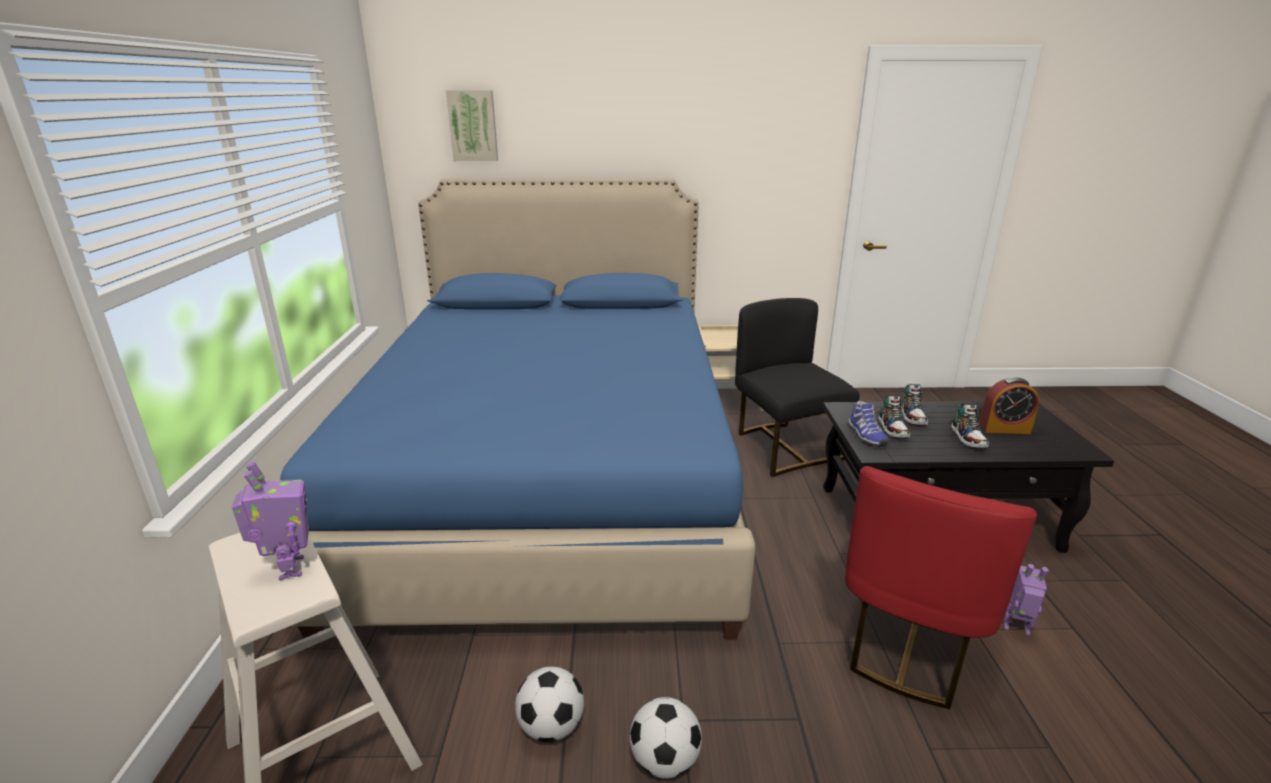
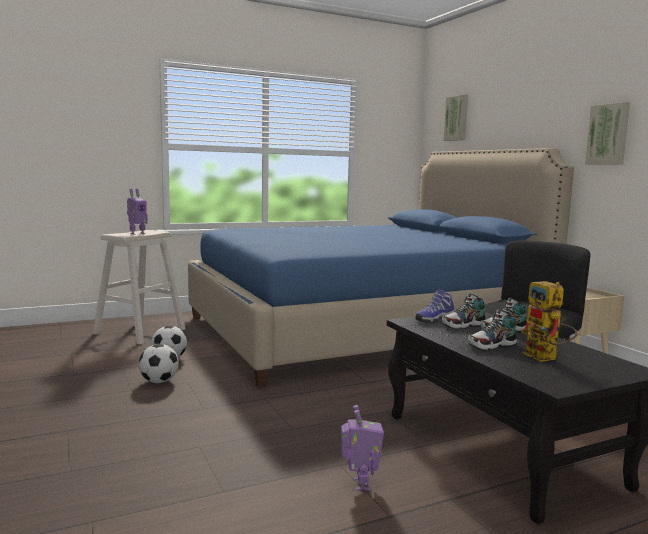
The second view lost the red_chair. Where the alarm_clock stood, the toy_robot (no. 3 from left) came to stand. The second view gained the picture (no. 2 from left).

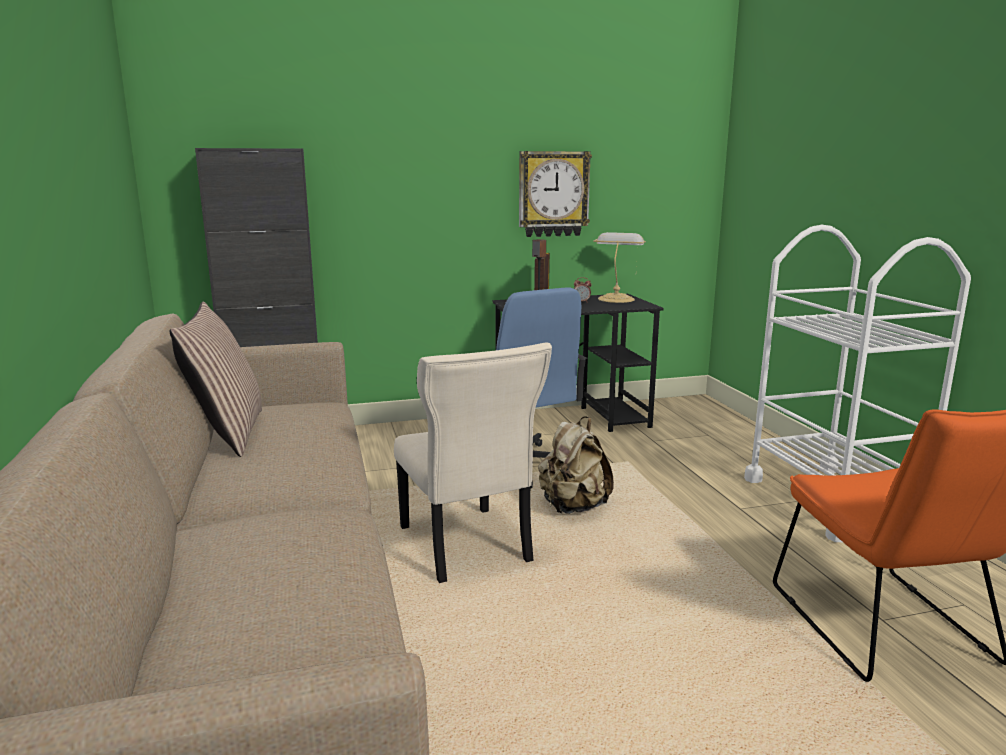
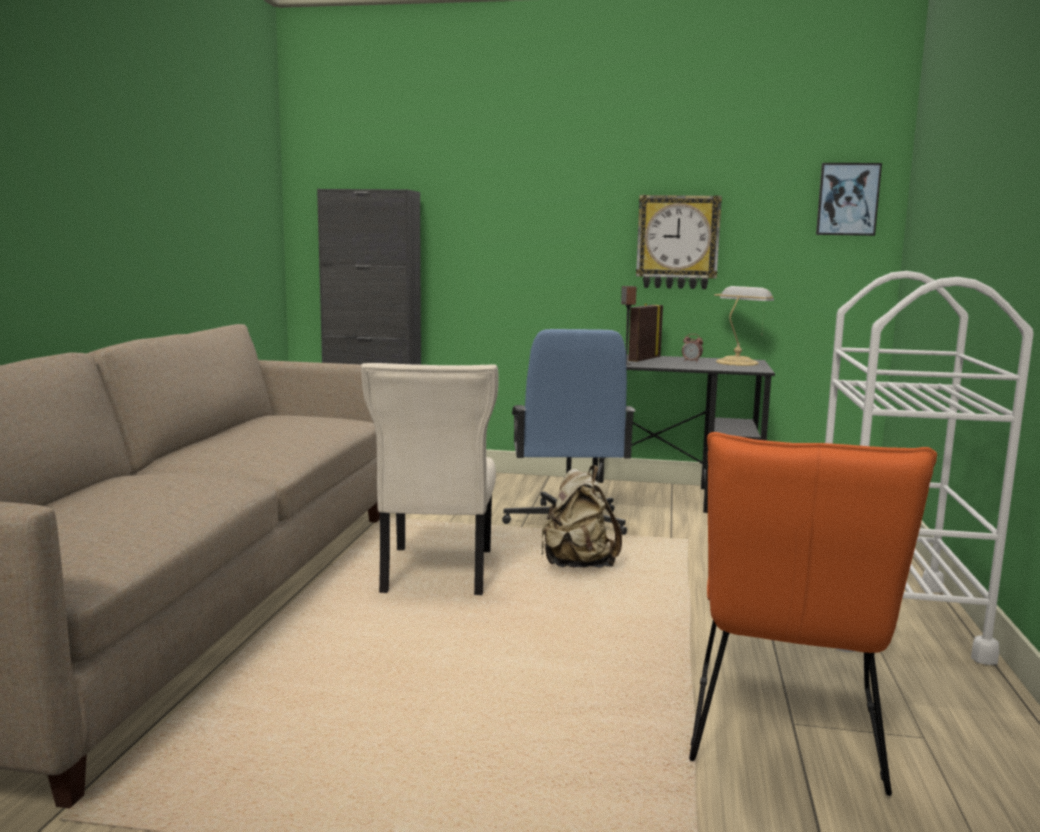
The second view lost the pillow. The second view gained the picture.

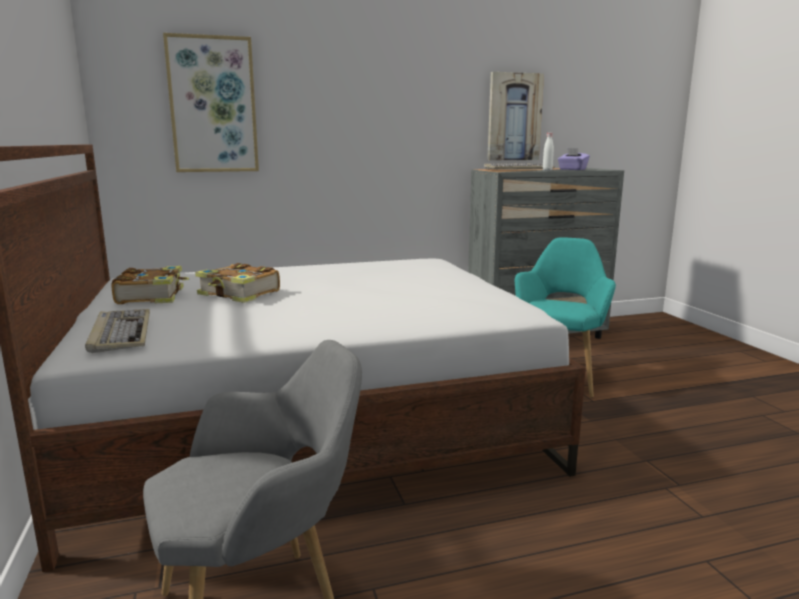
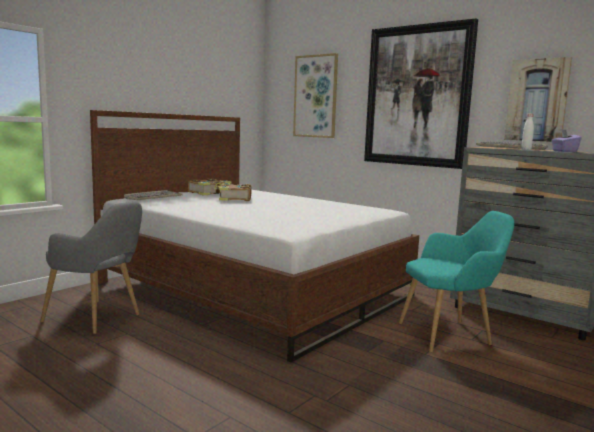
The second view gained the picture (no. 2 from left).

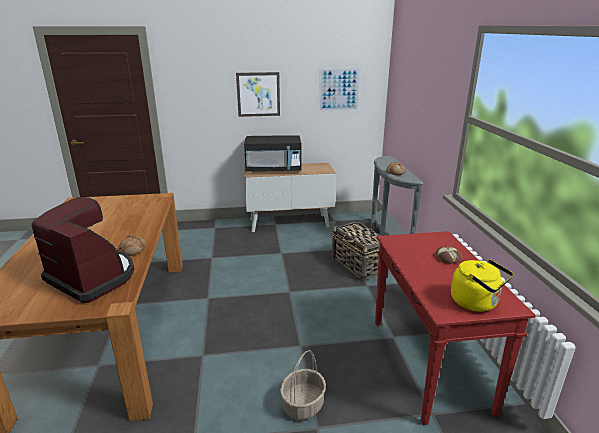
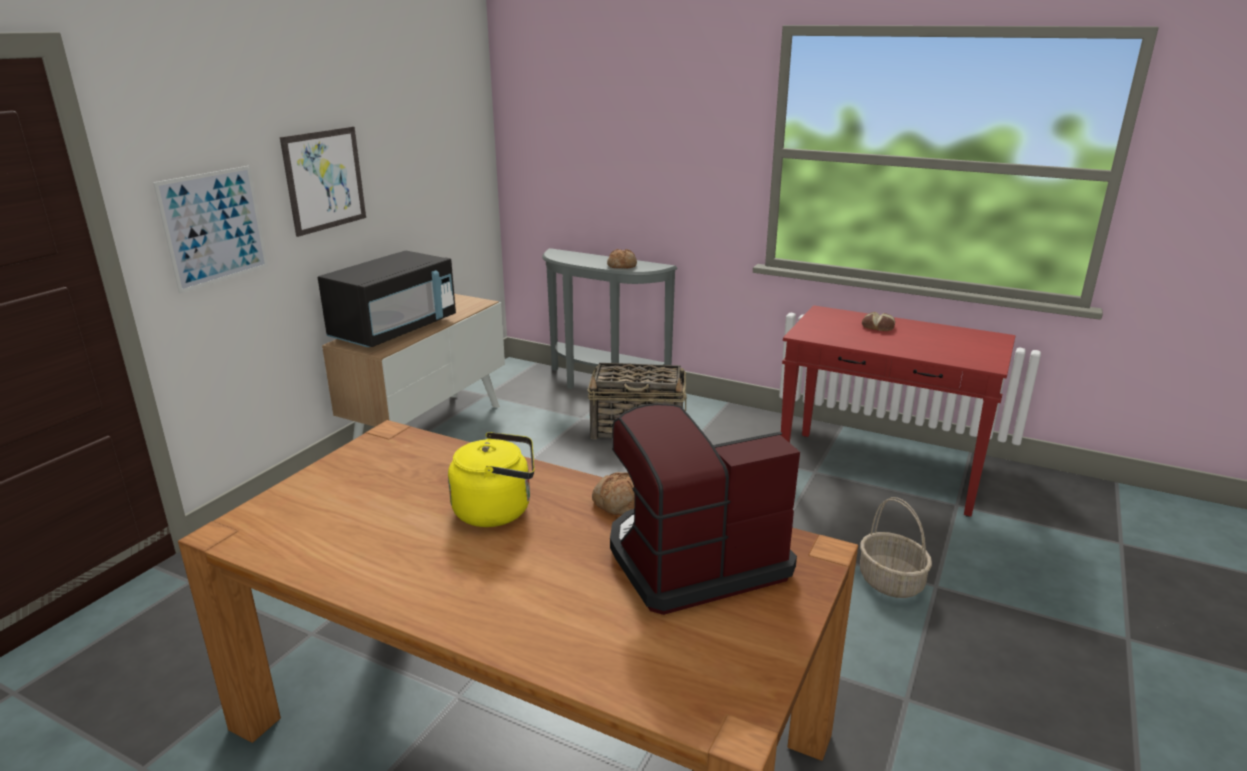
The picture (no. 2 from left in the first image) ended up elsewhere. The yellow_kettle ended up elsewhere.

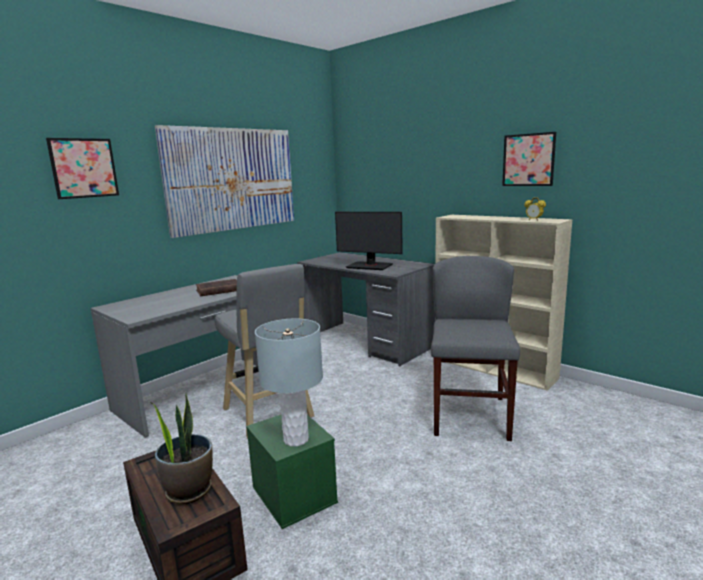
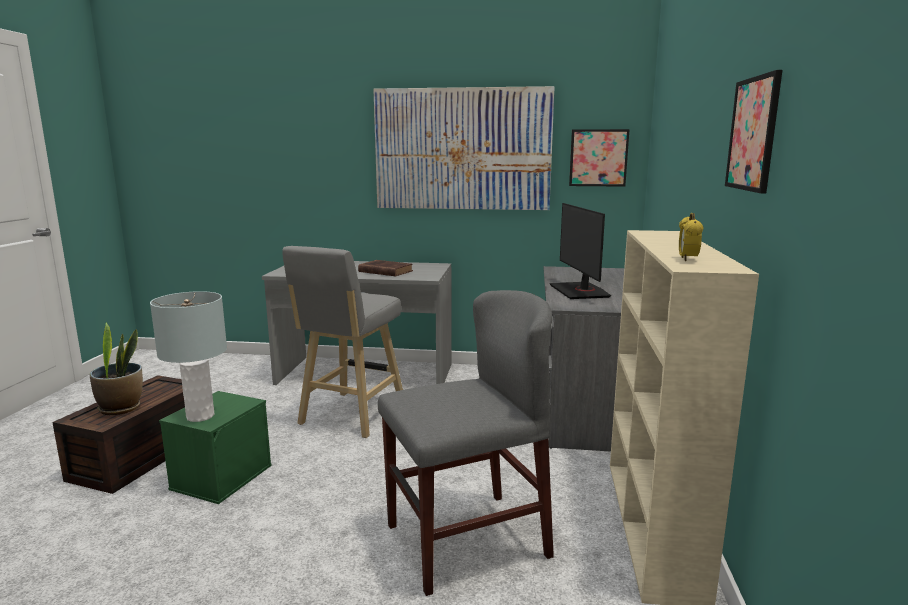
The picture (no. 1 from left in the first image) ended up elsewhere.

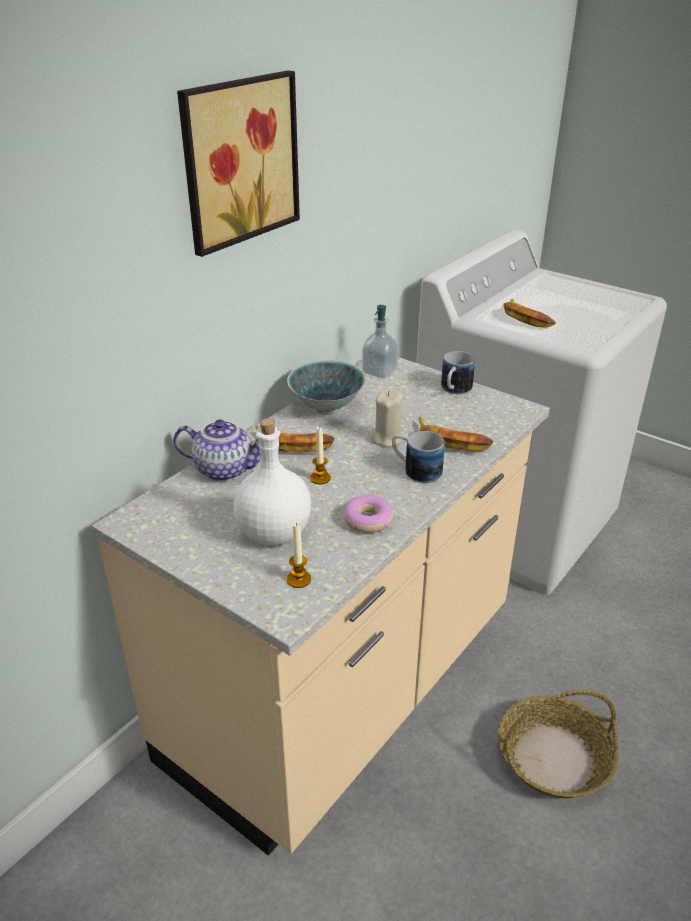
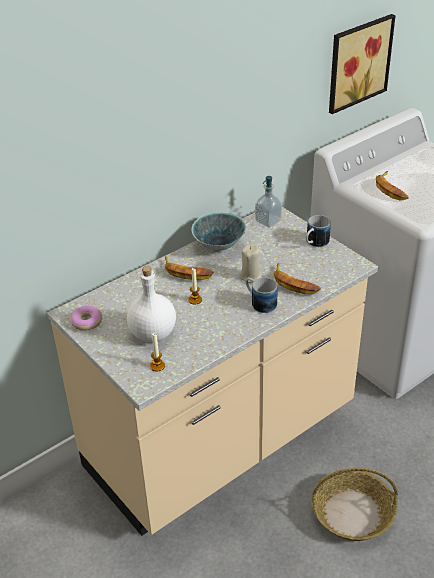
The second view lost the teapot. The picture ended up elsewhere. The donut ended up elsewhere.

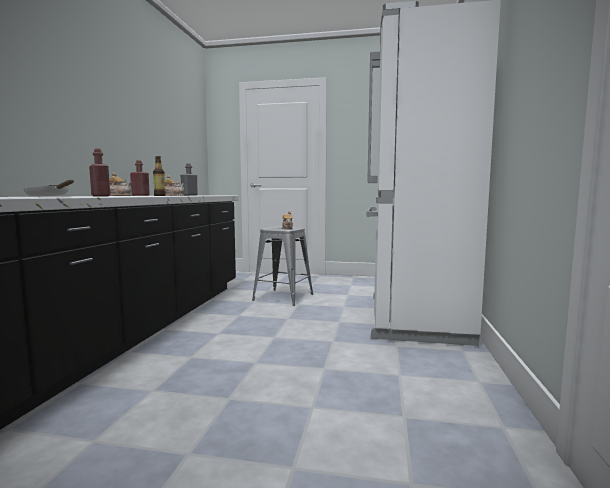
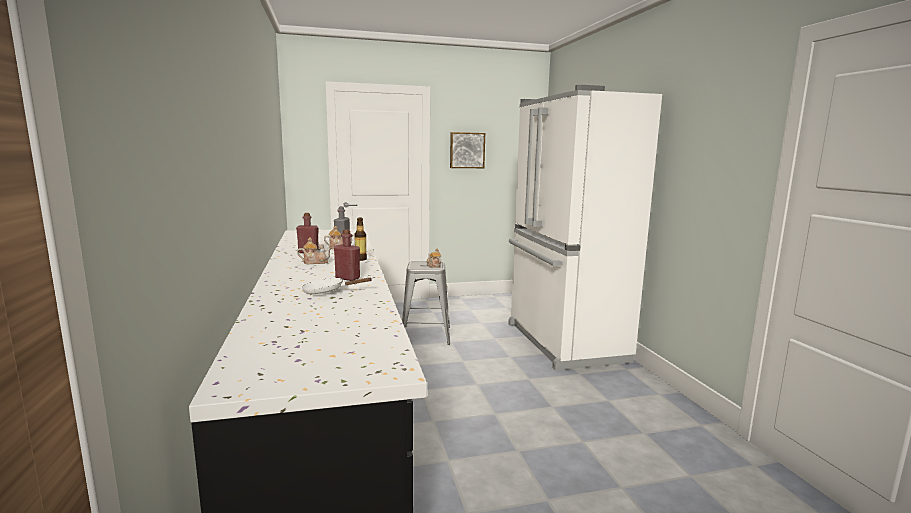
The second view gained the picture.

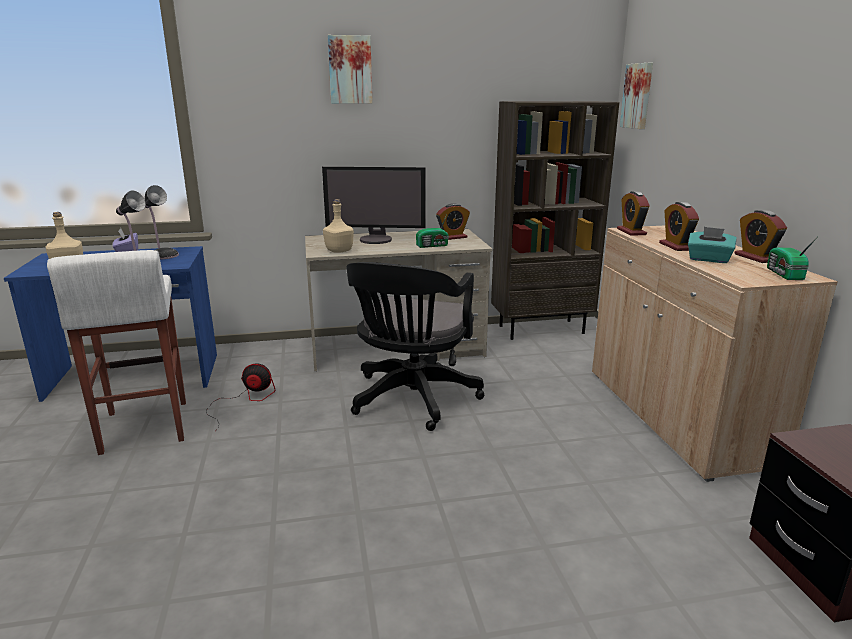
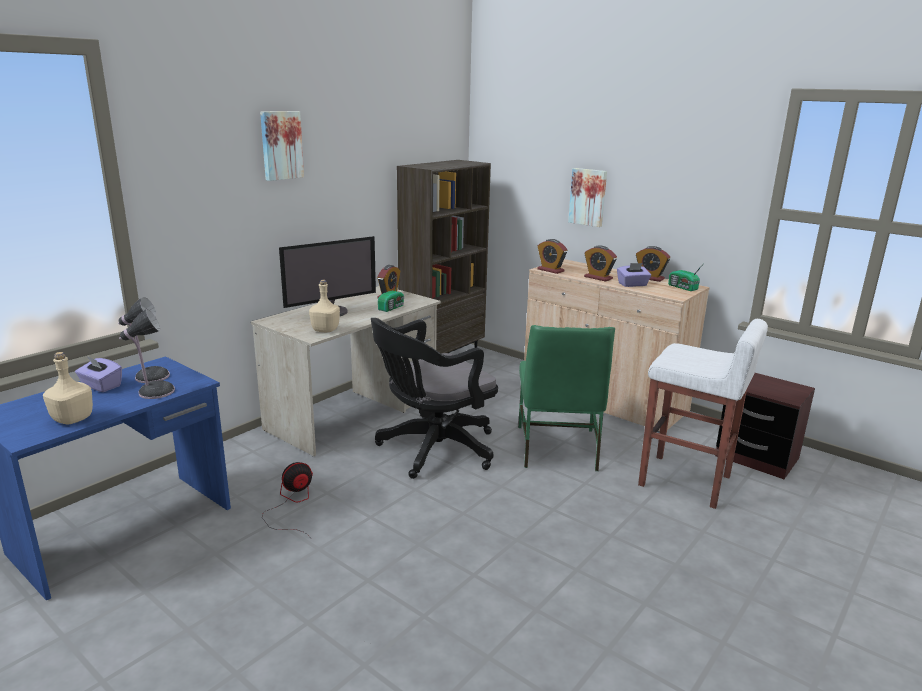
The white_stool ended up elsewhere. The black_office_chair ended up facing another way, 75 degrees clockwise from before. The picture (no. 2 from left) ended up elsewhere. What was the turquoise_tissue_box turned into the purple_tissue_box (no. 2 from left). The second view gained the green_chair.

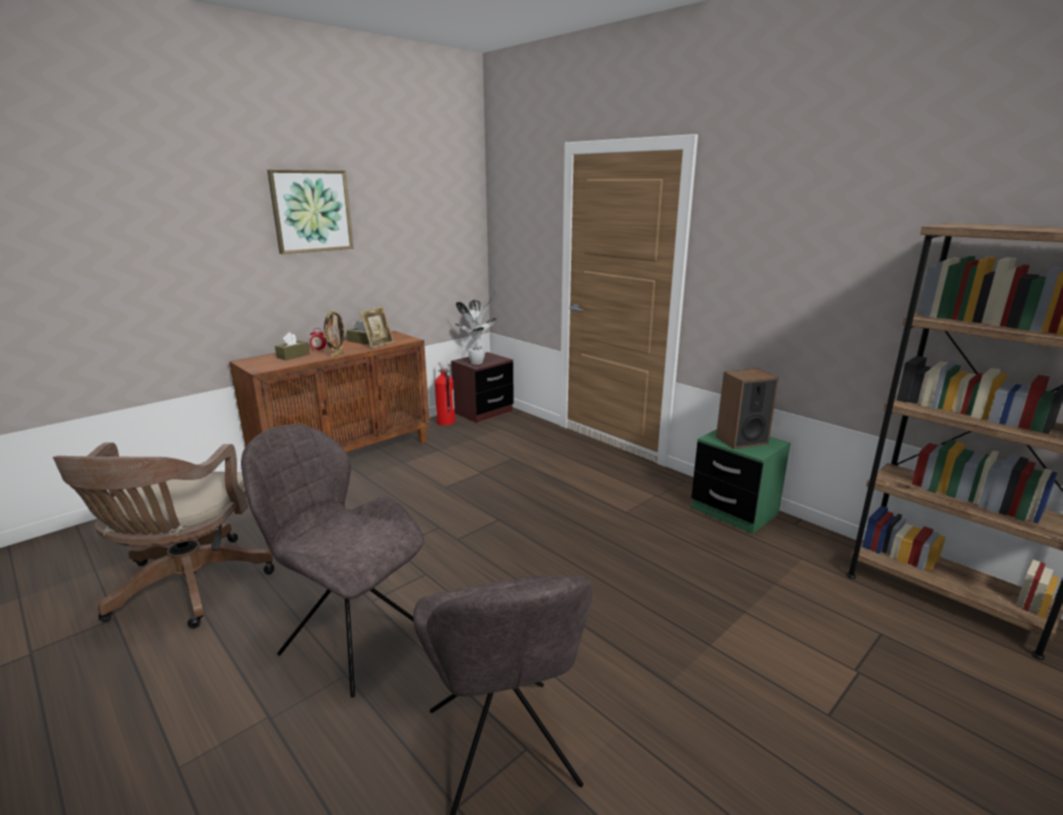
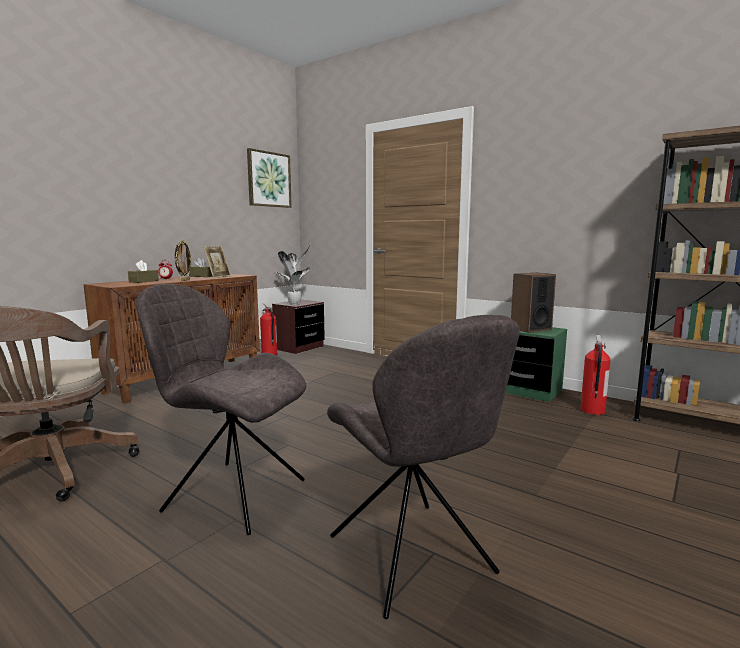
The picture ended up elsewhere. The second view gained the fire_extinguisher (no. 2 from left).

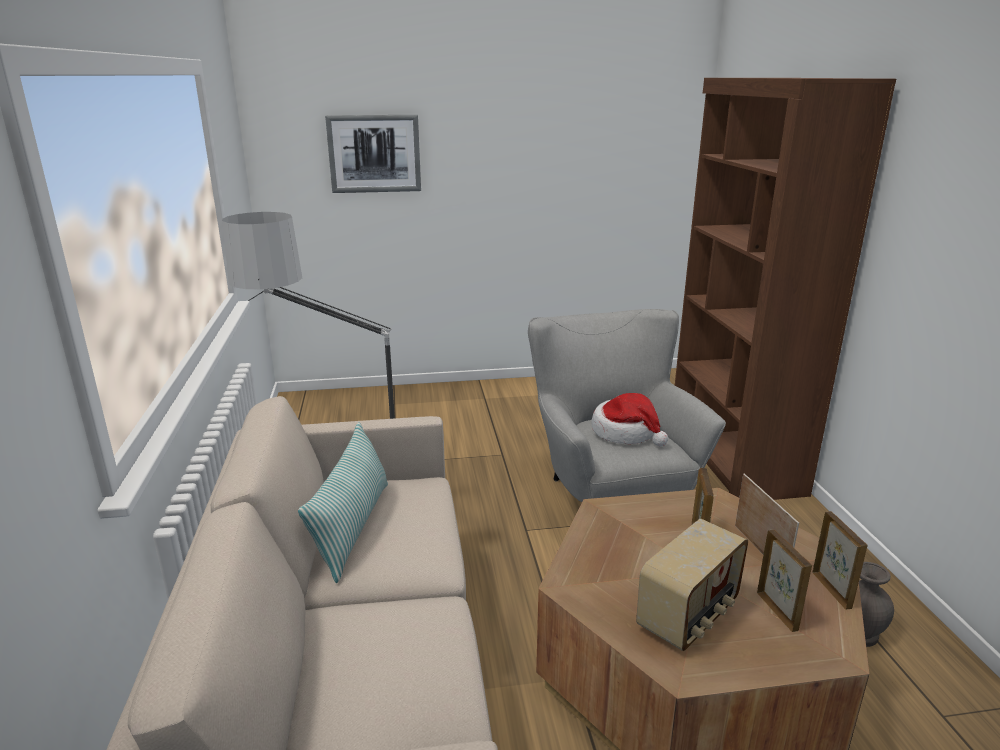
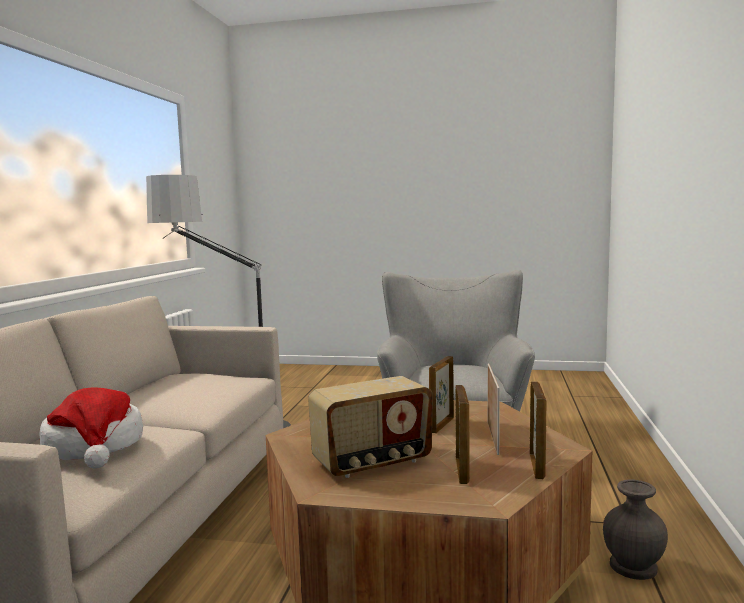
The second view lost the pillow. The second view lost the picture. The hat ended up elsewhere. The second view lost the brown_bookcase.

